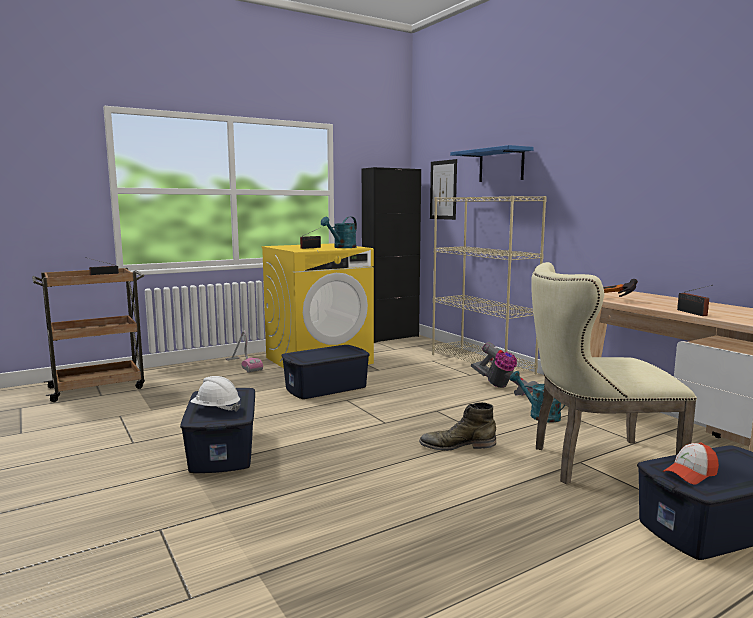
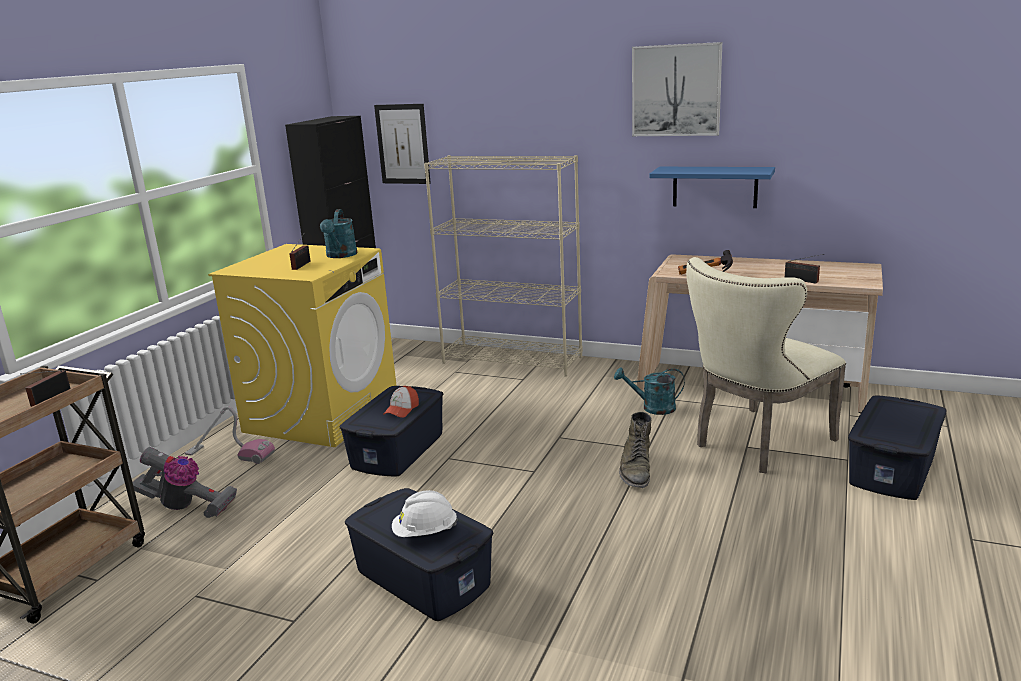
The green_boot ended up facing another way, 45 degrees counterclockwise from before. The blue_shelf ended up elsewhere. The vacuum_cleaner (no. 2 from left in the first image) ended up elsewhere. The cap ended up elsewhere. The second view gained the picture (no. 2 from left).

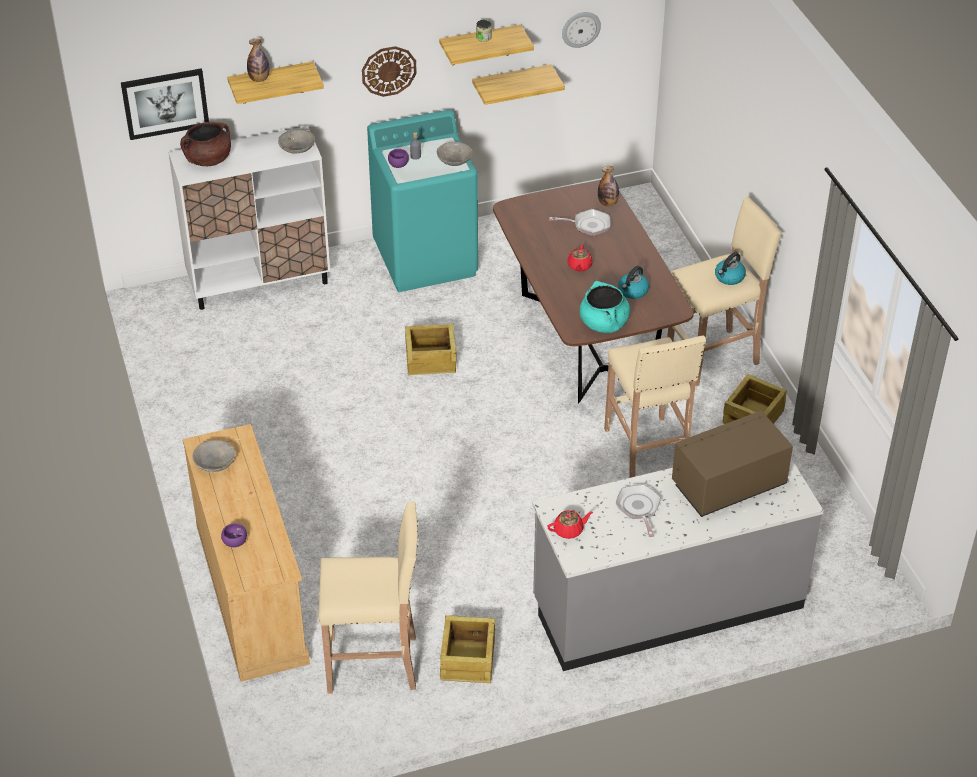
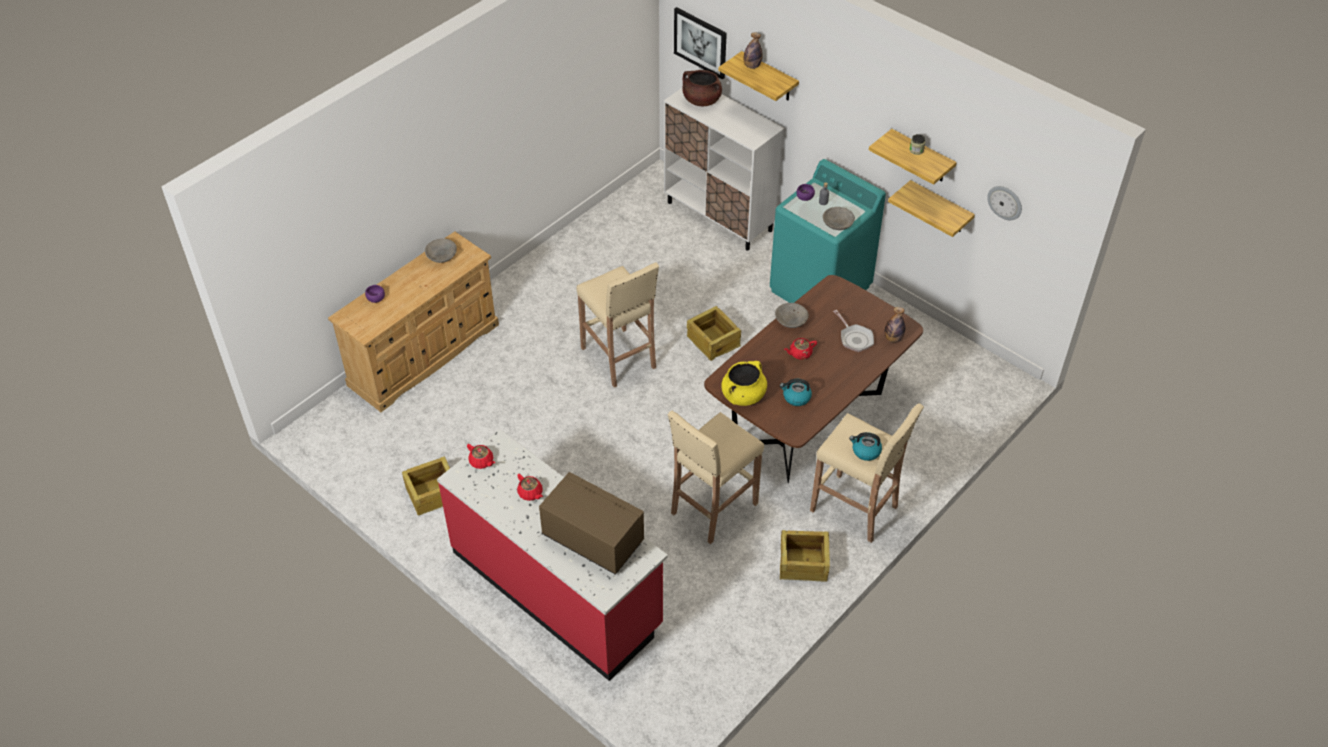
The grey_bowl (no. 2 from left) ended up elsewhere. The beige_stool (no. 1 from left) ended up elsewhere. The second view lost the wall_clock (no. 1 from left). What was the grey_counter turned into the red_counter. What was the turquoise_cooking_pot turned into the yellow_cooking_pot. Where the frying_pan (no. 2 from left) stood, the red_teapot (no. 2 from left) came to stand.

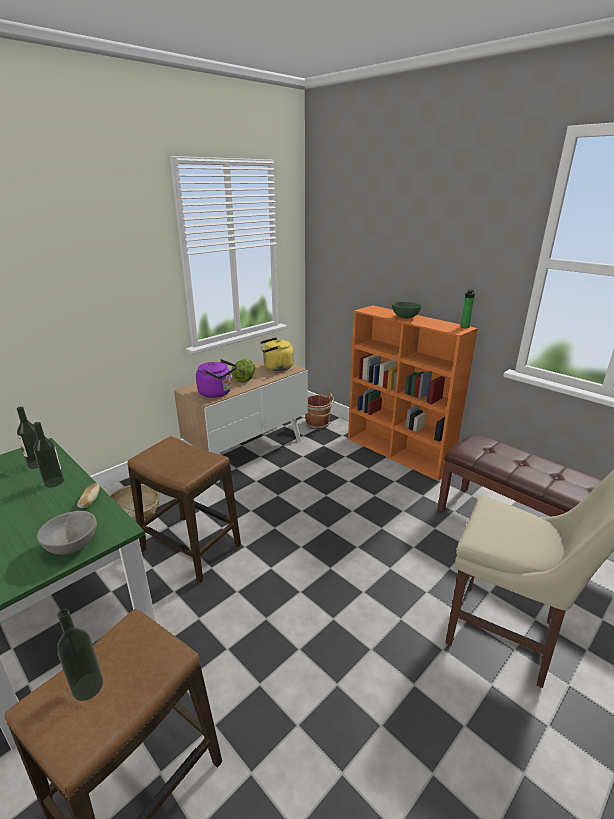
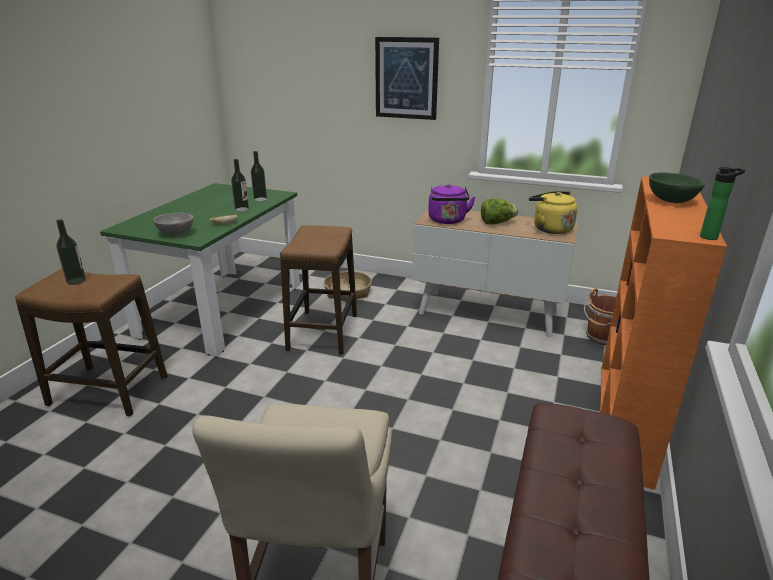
The second view gained the picture.

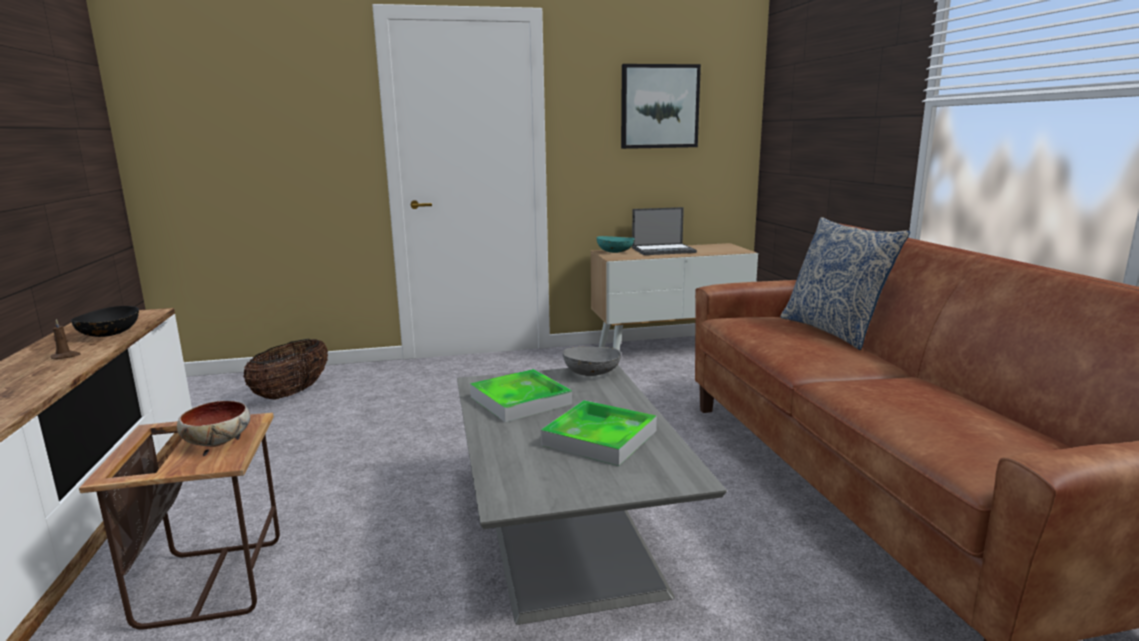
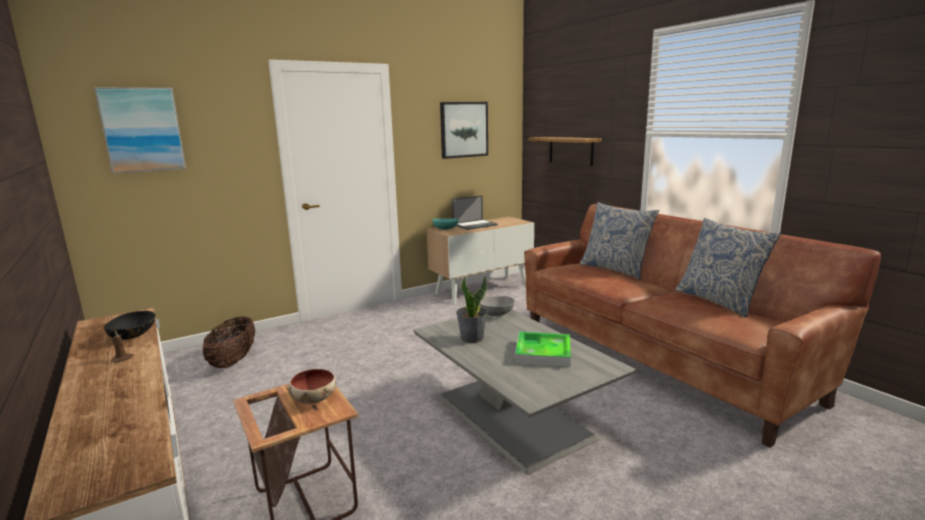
Where the tray (no. 1 from left) stood, the potted_plant came to stand. The second view gained the picture (no. 1 from left). The second view gained the shelf. The second view gained the pillow (no. 2 from left).

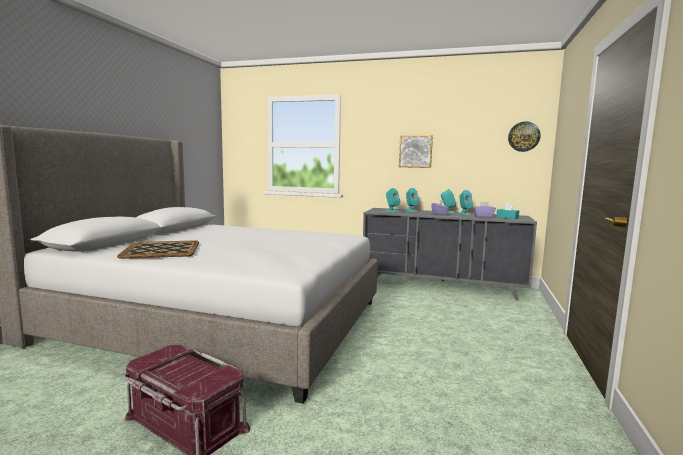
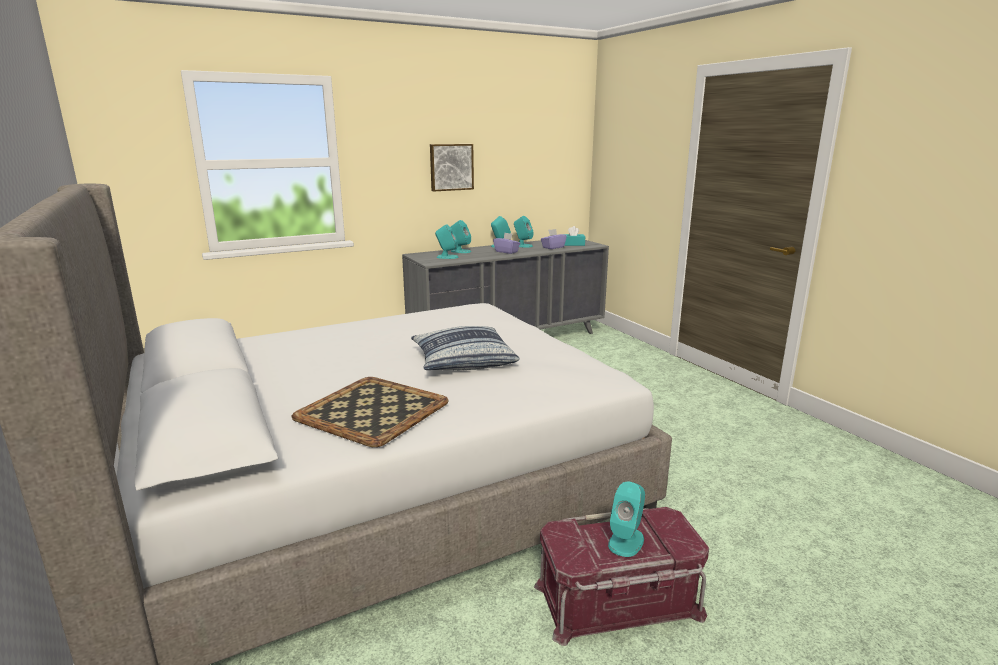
The second view lost the wall_clock. The second view gained the pillow. The second view gained the turquoise_speaker (no. 5 from left).

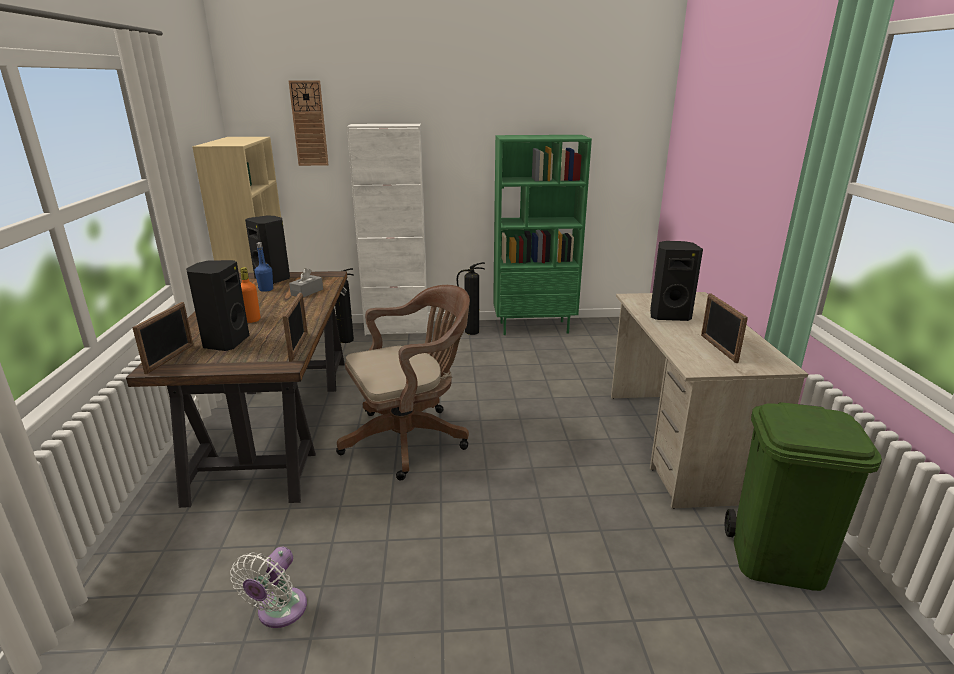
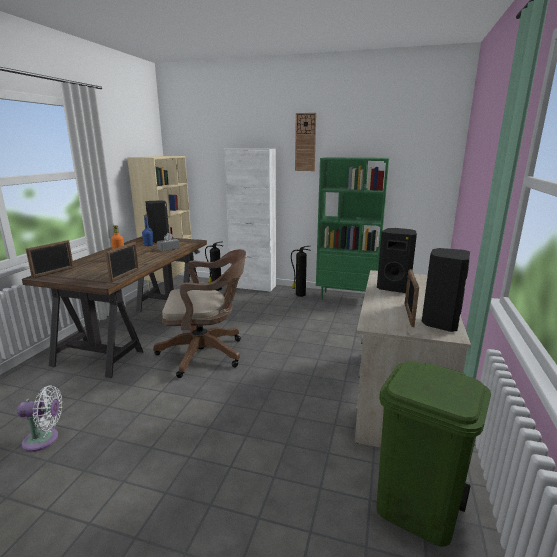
The black_speaker (no. 1 from left in the first image) ended up elsewhere. The white_fan ended up facing another way, 135 degrees counterclockwise from before. The wall_clock ended up elsewhere.

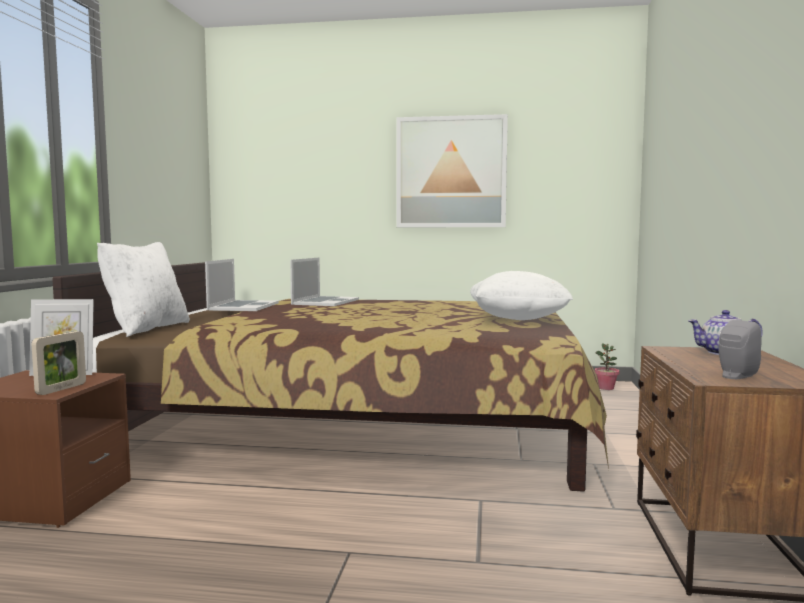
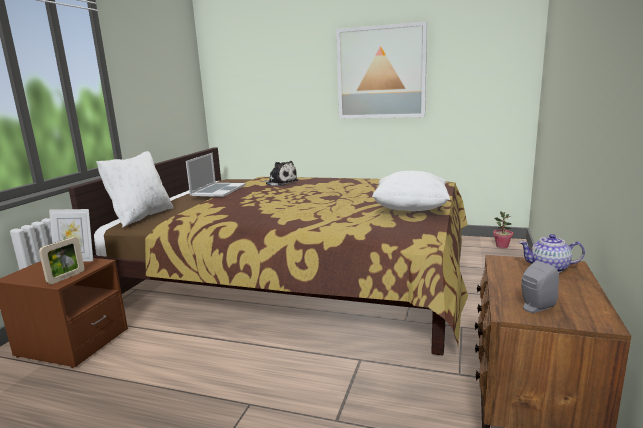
Where the laptop (no. 2 from left) stood, the plush_toy came to stand.

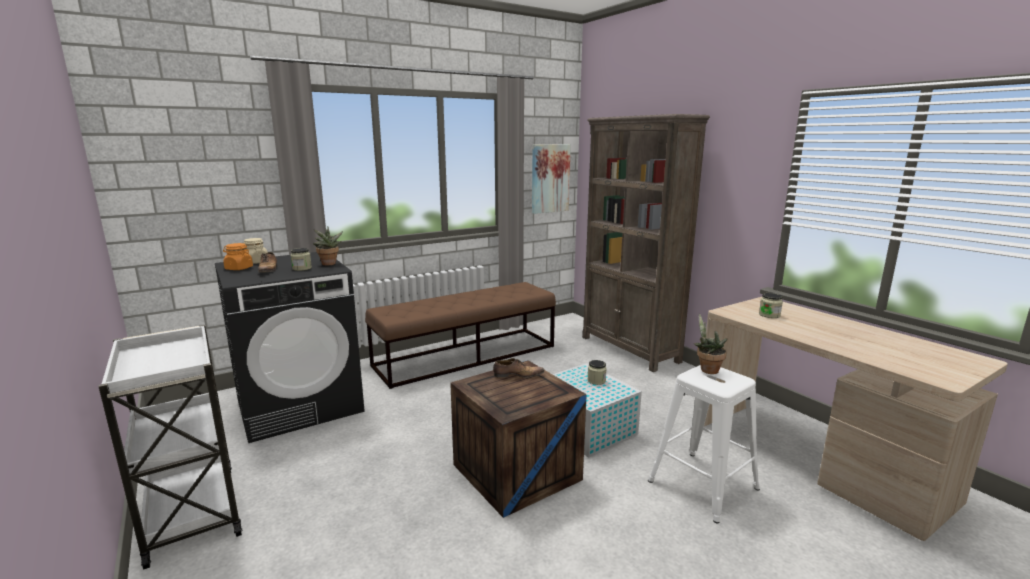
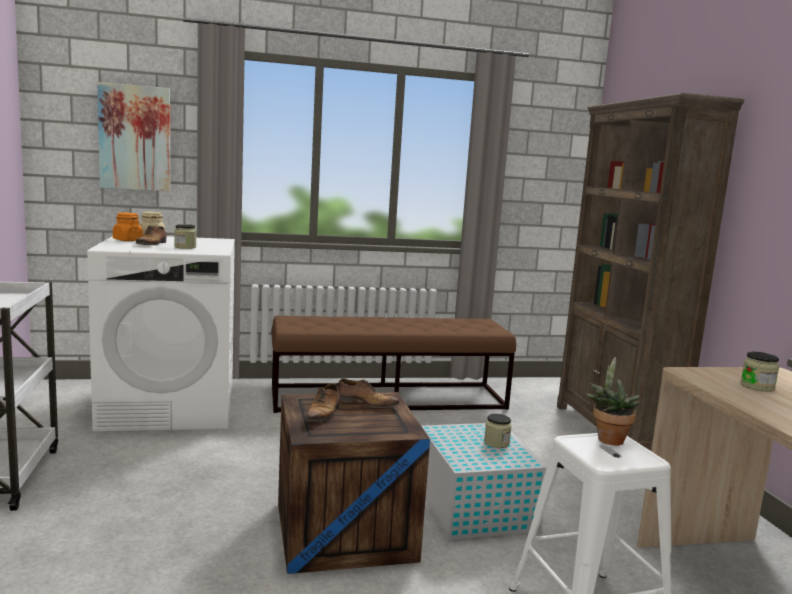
What was the black_washing_machine turned into the white_washing_machine. The second view lost the potted_plant (no. 1 from left). The picture ended up elsewhere. The second view gained the shoe (no. 2 from left).

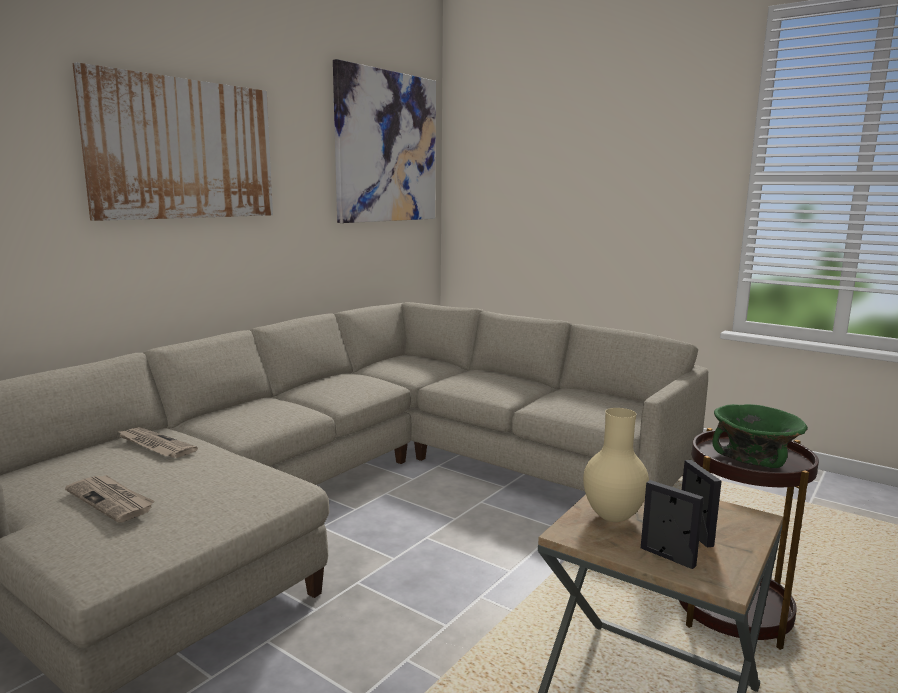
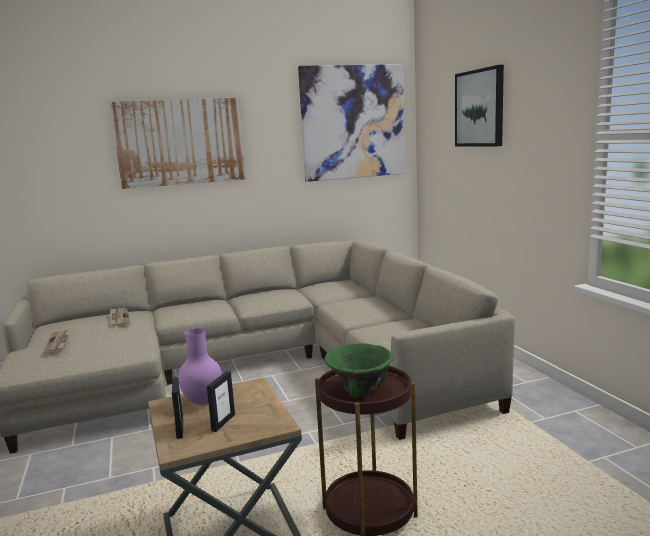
What was the beige_vase turned into the purple_vase. The second view gained the picture (no. 3 from left).

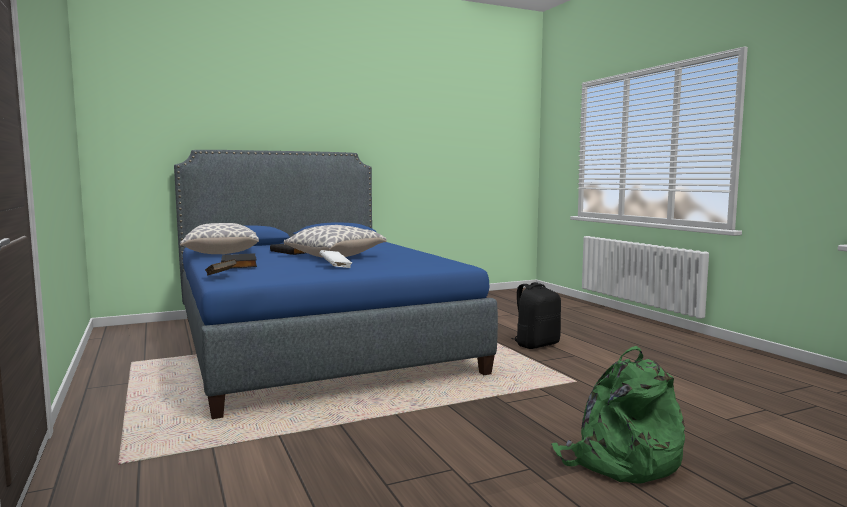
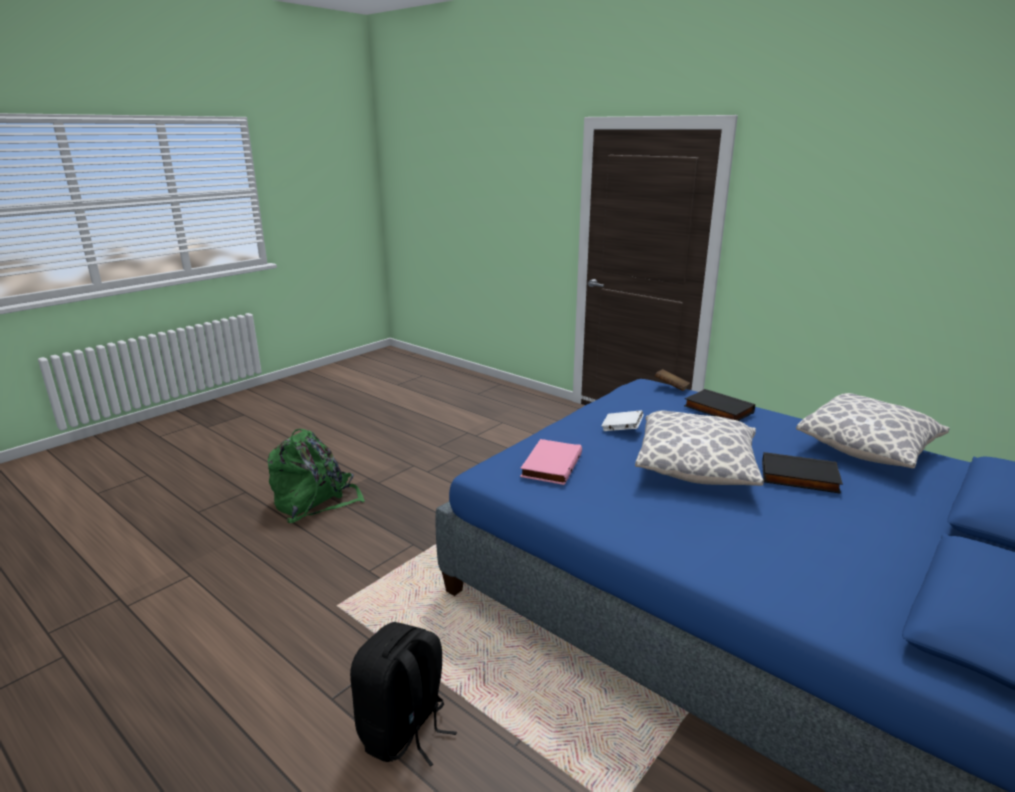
The second view gained the pink_book.

